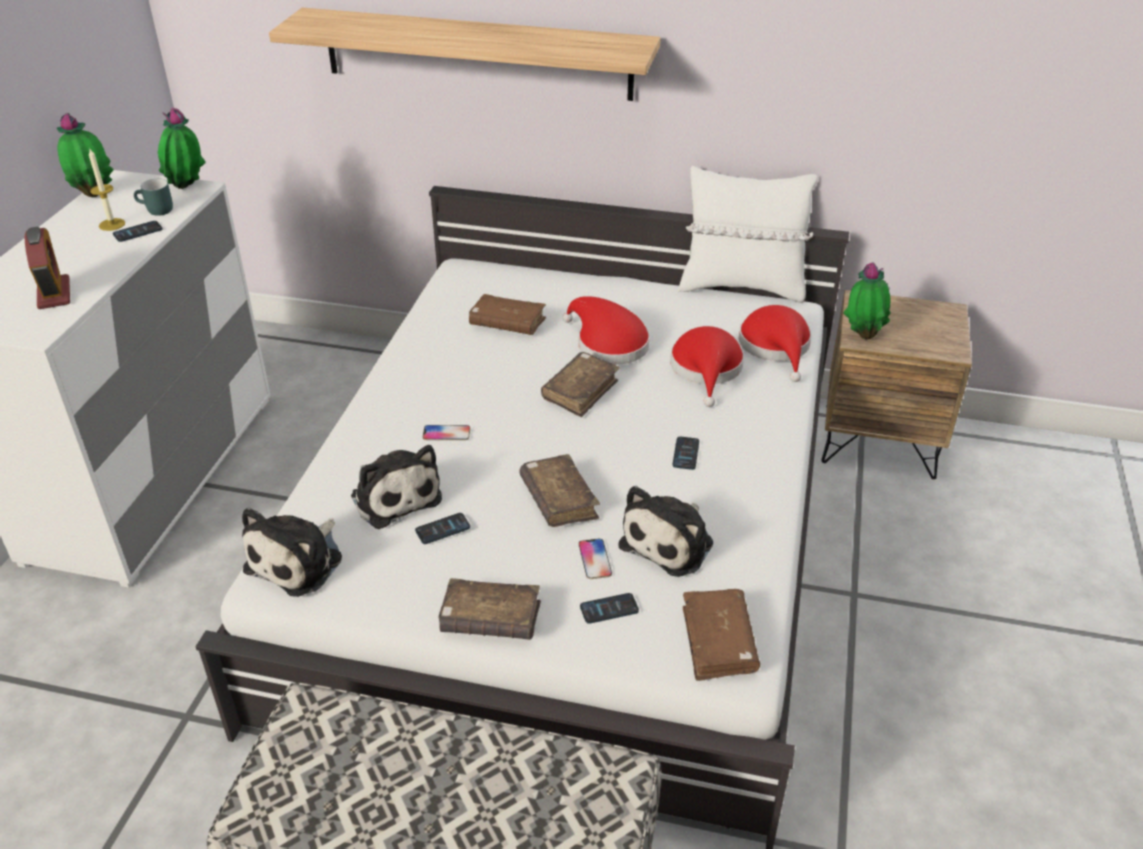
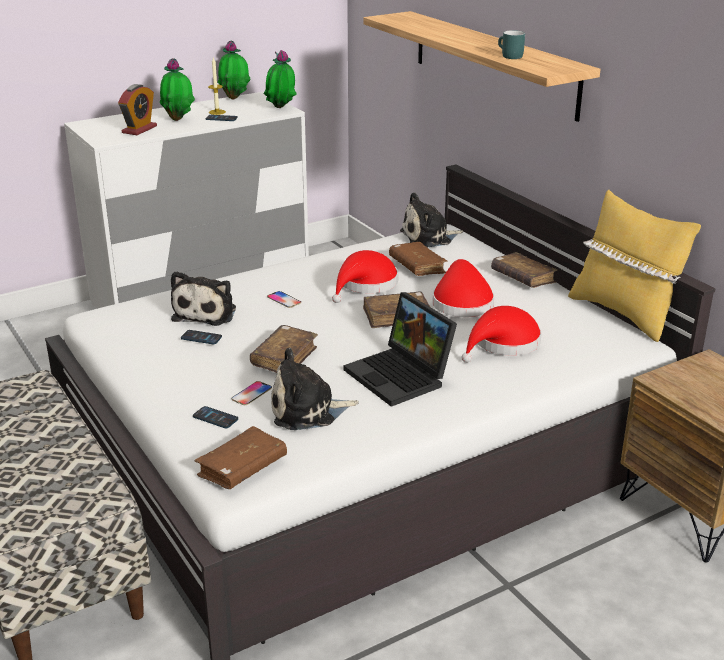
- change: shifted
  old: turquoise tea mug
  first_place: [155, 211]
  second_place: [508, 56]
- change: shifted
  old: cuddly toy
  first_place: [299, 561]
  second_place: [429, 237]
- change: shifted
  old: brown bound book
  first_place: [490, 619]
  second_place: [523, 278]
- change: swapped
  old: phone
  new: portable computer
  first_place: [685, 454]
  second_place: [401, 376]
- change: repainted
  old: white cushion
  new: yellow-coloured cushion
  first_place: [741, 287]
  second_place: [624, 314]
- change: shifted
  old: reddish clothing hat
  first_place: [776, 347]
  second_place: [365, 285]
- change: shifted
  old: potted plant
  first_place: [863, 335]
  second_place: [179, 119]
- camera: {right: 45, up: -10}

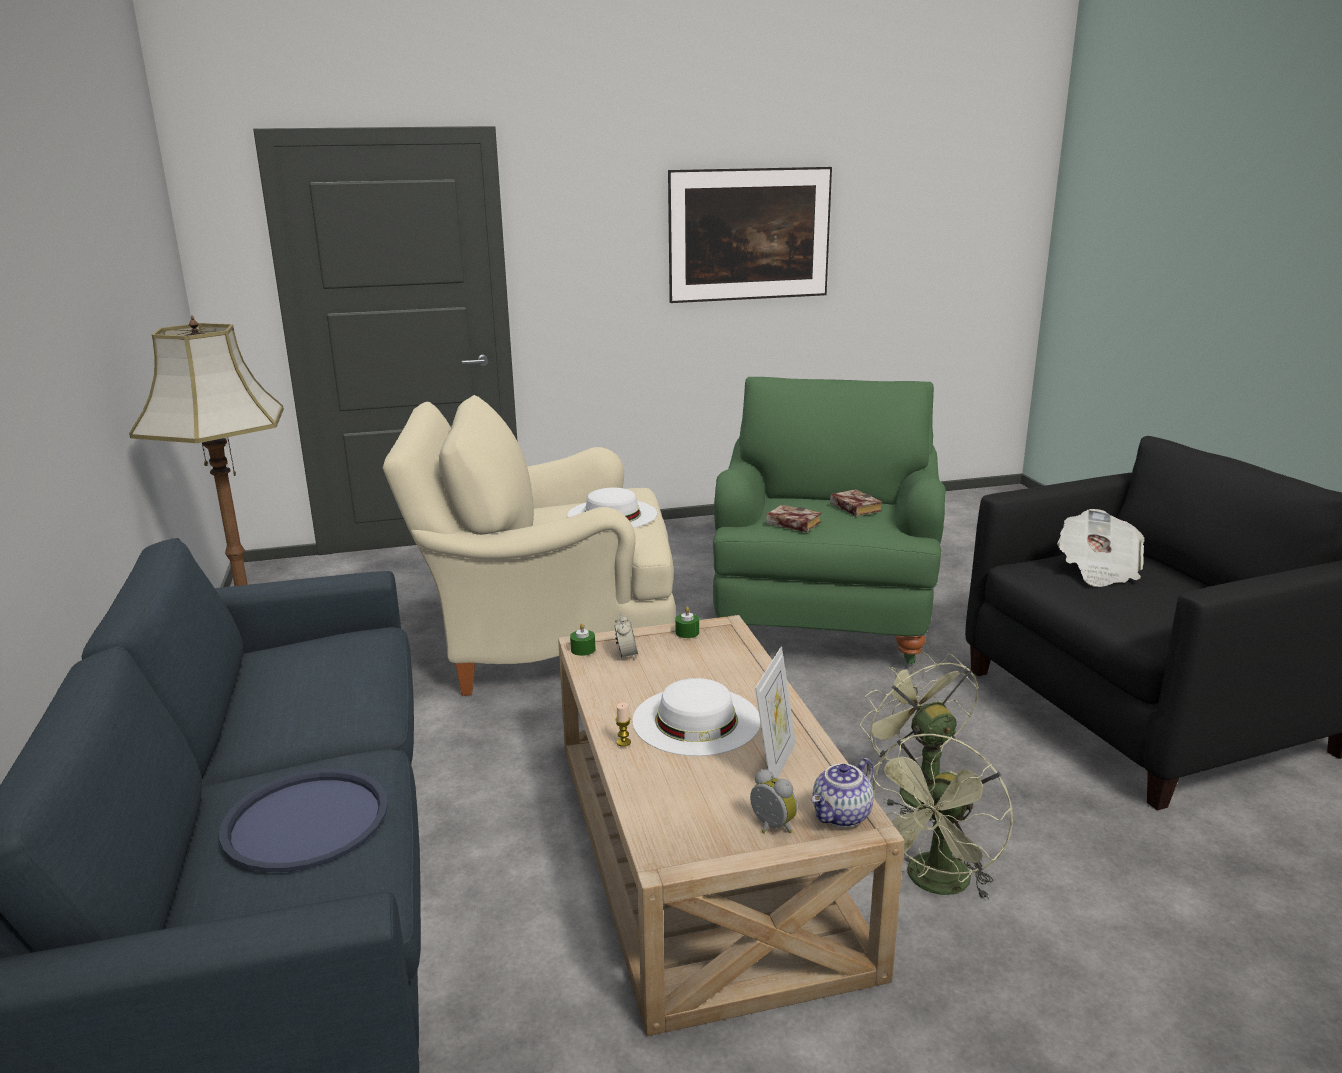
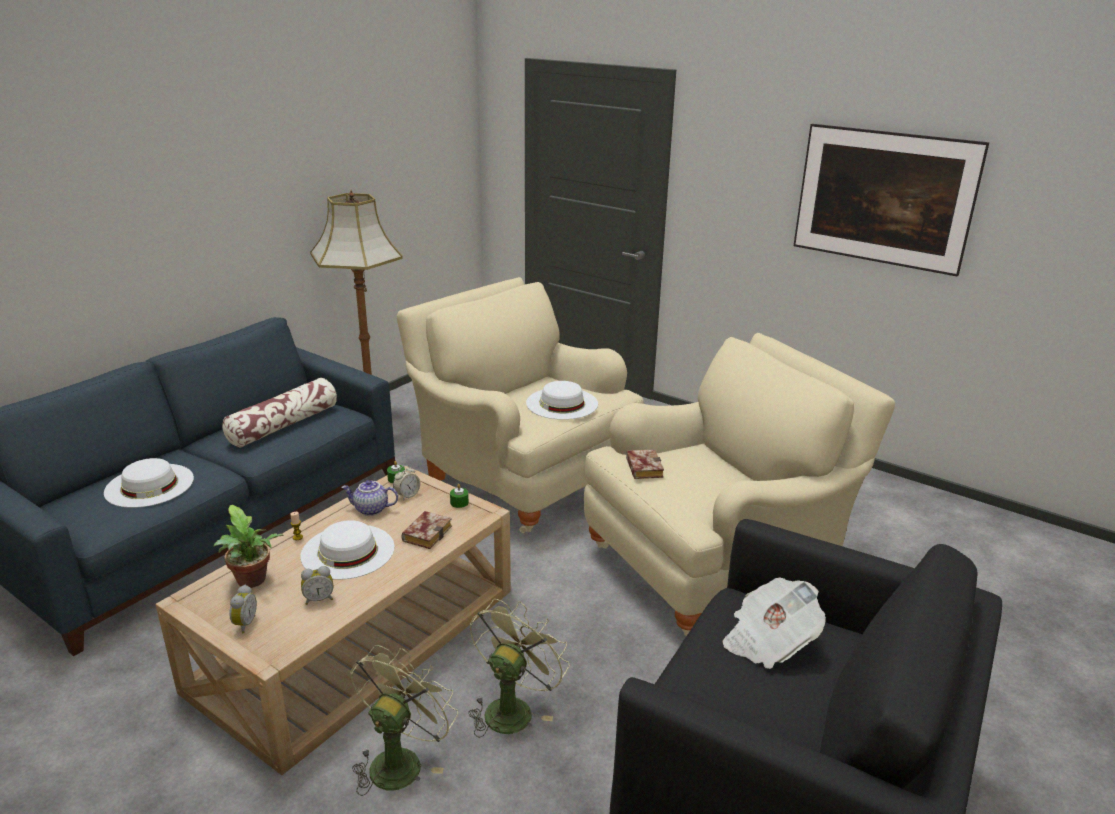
- change: swapped
  old: blue-coloured serving tray
  new: white clothing hat
  first_place: [305, 821]
  second_place: [149, 485]
- change: repainted
  old: green-coloured lounge chair
  new: beige lounge chair
  first_place: [824, 615]
  second_place: [716, 564]
- change: swapped
  old: photo frame
  new: table clock
  first_place: [775, 764]
  second_place: [319, 599]
- change: shifted
  old: teapot
  first_place: [842, 816]
  second_place: [370, 510]
- change: shifted
  old: bound book
  first_place: [853, 507]
  second_place: [427, 533]
- change: rotated
  old: green-coloured electric fan
  first_place: [935, 885]
  second_place: [400, 760]
  degrees: 120
- change: new
  new: potted plant
  second_place: [252, 582]
- change: new
  new: cushion
  second_place: [284, 425]
- camera: {right: 50, up: 5}

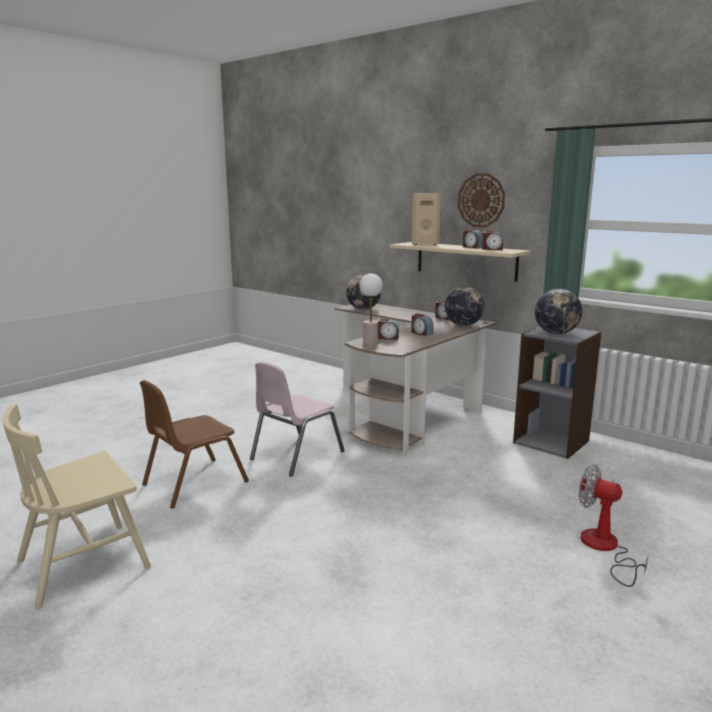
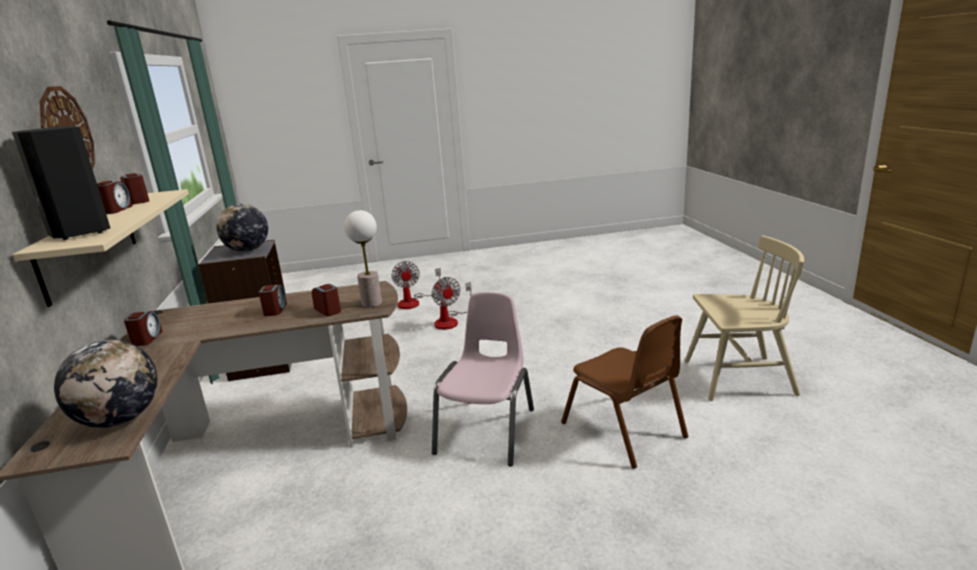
- change: rotated
  old: brown upright chair
  first_place: [194, 483]
  second_place: [623, 430]
  degrees: 60
- change: rotated
  old: pinkish upright chair
  first_place: [296, 455]
  second_place: [487, 431]
  degrees: -60
- change: repainted
  old: beige audio speaker
  new: blackish audio speaker
  first_place: [425, 244]
  second_place: [79, 233]
- change: gone
  old: desk globe
  first_place: [463, 325]
- change: new
  new: electric fan
  second_place: [450, 320]
- camera: {right: -140, up: 5}

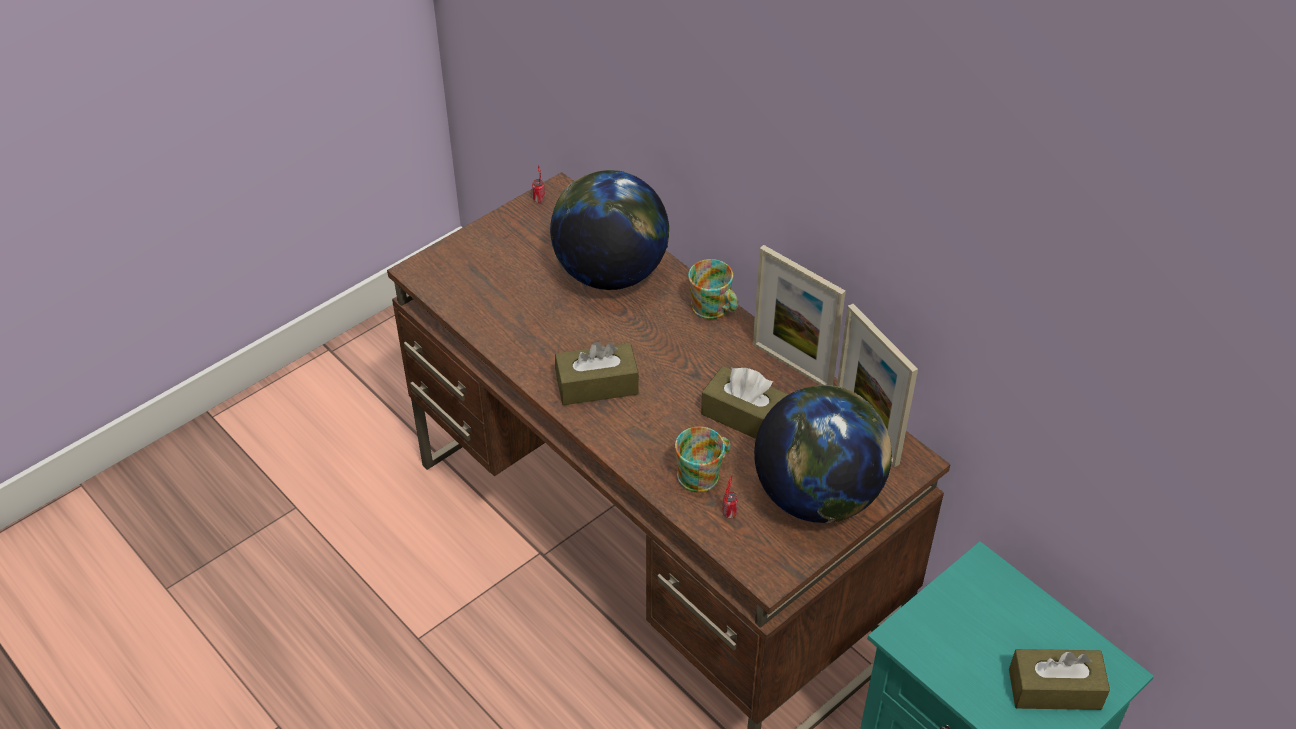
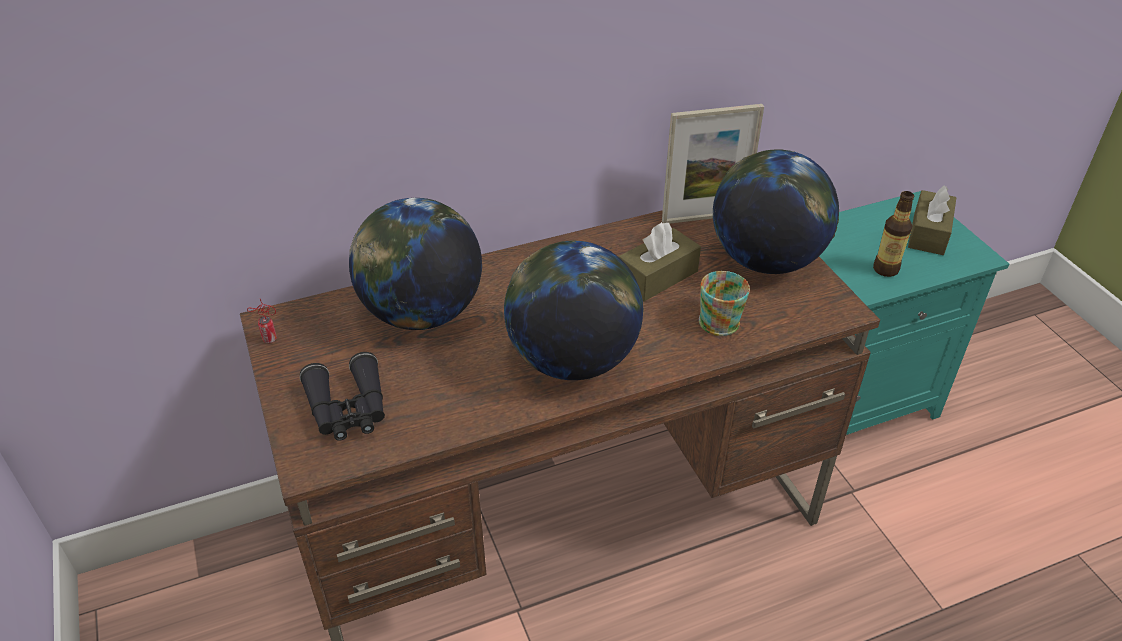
- change: swapped
  old: brown tissue box
  new: desk globe
  first_place: [597, 385]
  second_place: [572, 360]
- change: gone
  old: tea mug
  first_place: [714, 309]
- change: gone
  old: can
  first_place: [729, 515]
- change: gone
  old: photo frame
  first_place: [792, 365]
- change: new
  new: blackish binoculars
  second_place: [348, 409]
- change: new
  new: bottle
  second_place: [886, 269]
- camera: {right: -70, up: -5}

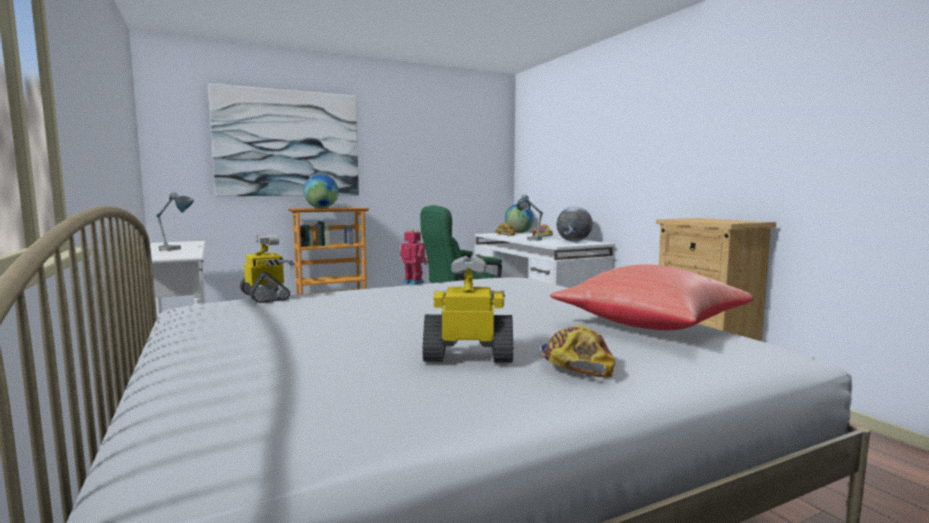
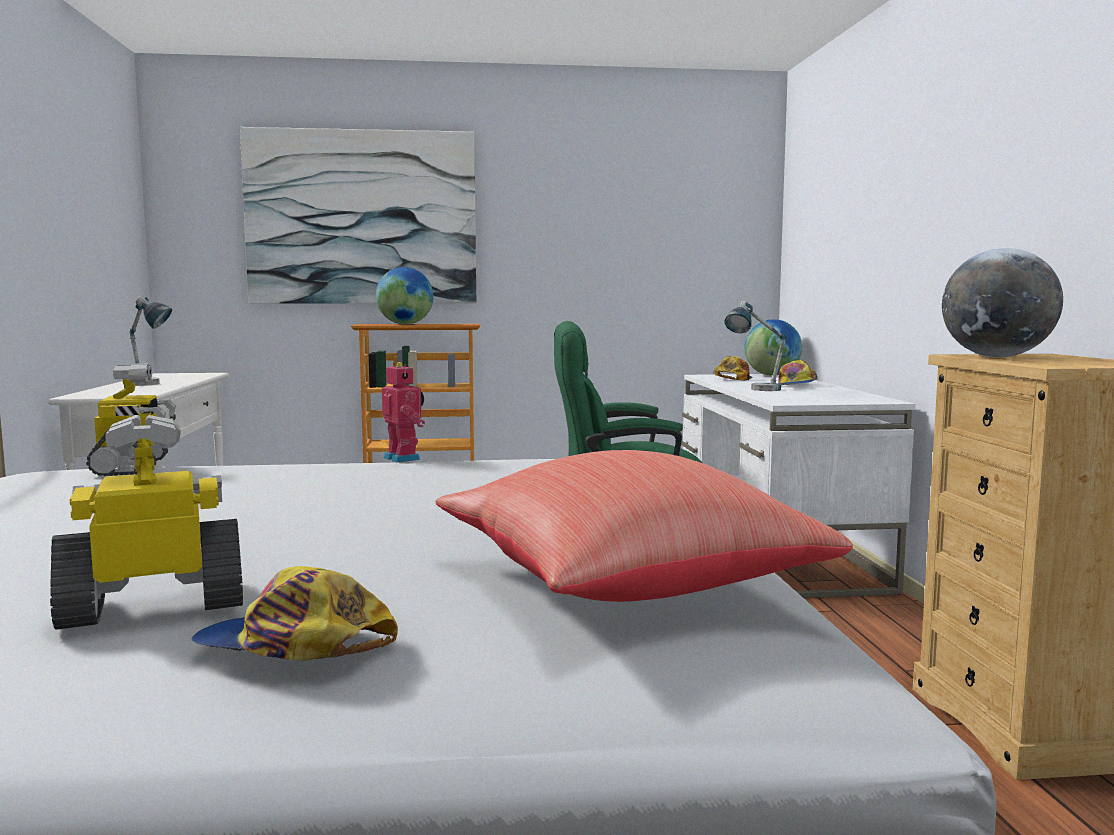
- change: rotated
  old: robot figure
  first_place: [469, 356]
  second_place: [155, 605]
  degrees: -45
- change: rotated
  old: baseball cap
  first_place: [575, 363]
  second_place: [293, 647]
  degrees: -90
- change: shifted
  old: desk globe
  first_place: [573, 241]
  second_place: [996, 357]
- camera: {right: 20, up: 0}

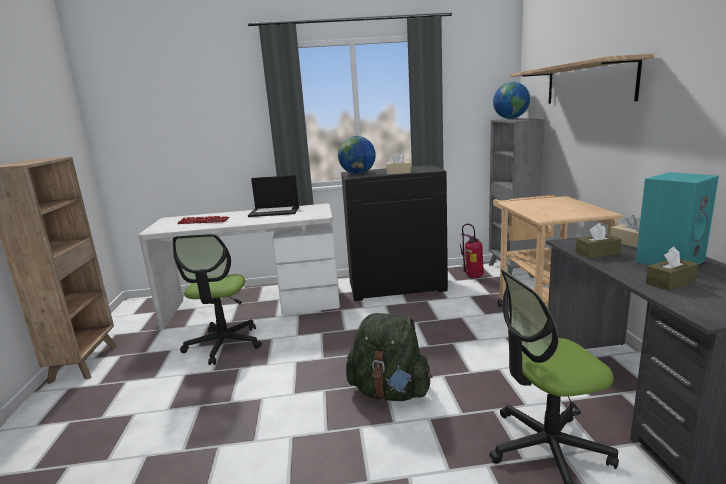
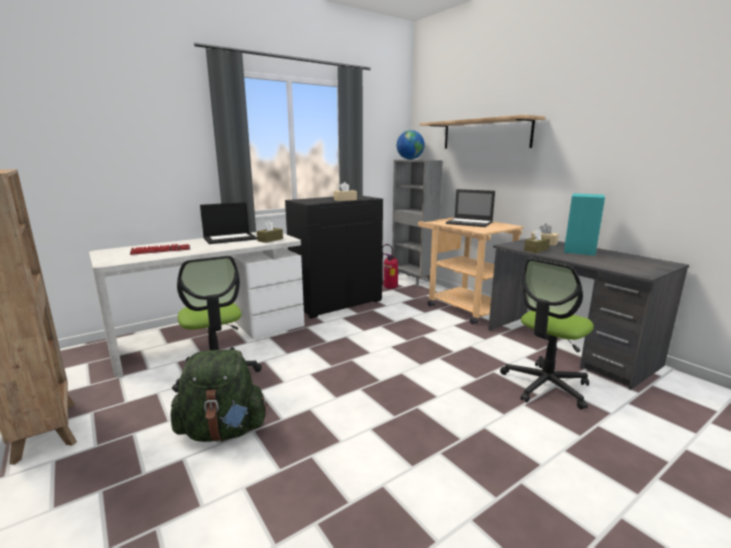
- change: gone
  old: desk globe
  first_place: [358, 174]
- change: shifted
  old: green-coloured rucksack
  first_place: [390, 392]
  second_place: [223, 431]
- change: shifted
  old: brown tissue box
  first_place: [670, 282]
  second_place: [270, 240]
- change: new
  new: portable computer
  second_place: [470, 223]
- camera: {right: -30, up: 0}

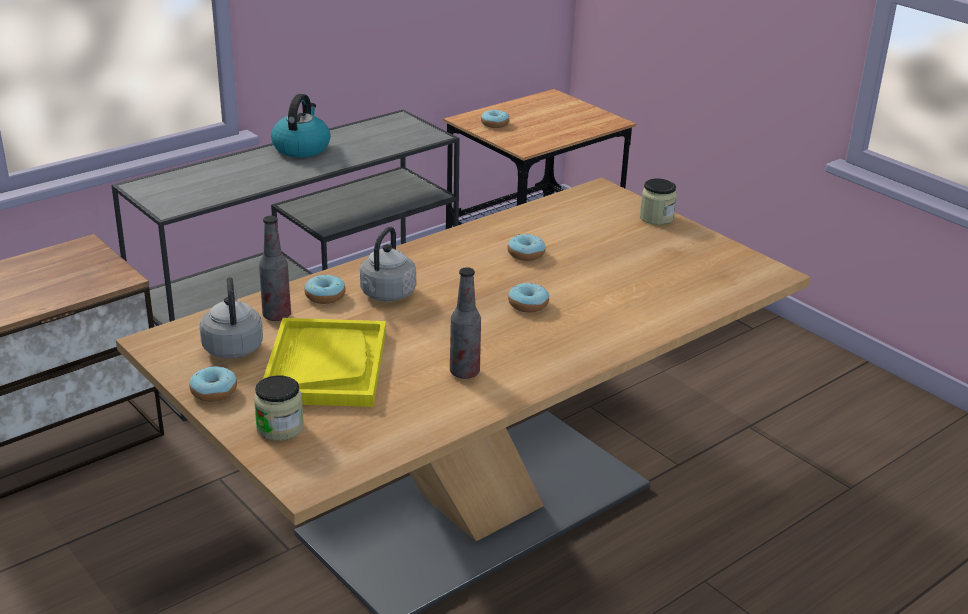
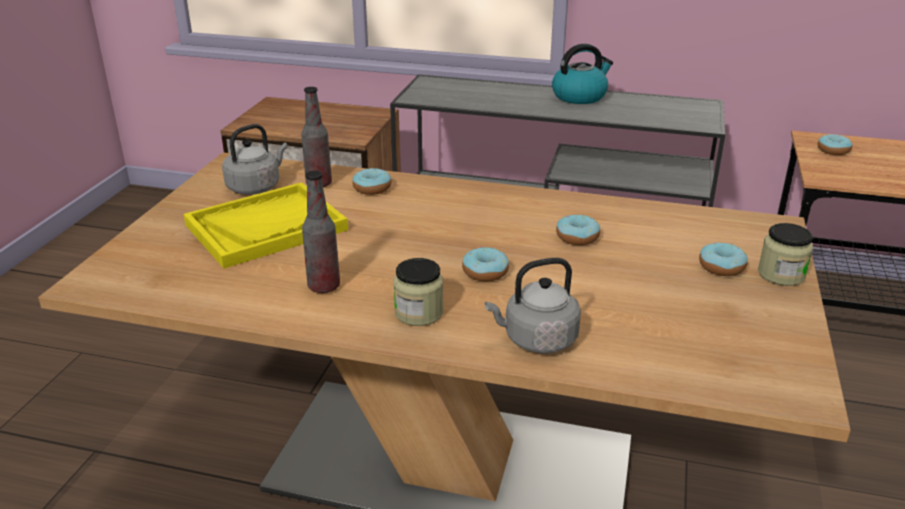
- change: shifted
  old: doughnut
  first_place: [214, 391]
  second_place: [721, 267]
- change: shifted
  old: storage jar
  first_place: [280, 427]
  second_place: [419, 313]
- change: shifted
  old: gray kettle
  first_place: [386, 295]
  second_place: [536, 340]
- camera: {right: 55, up: 0}

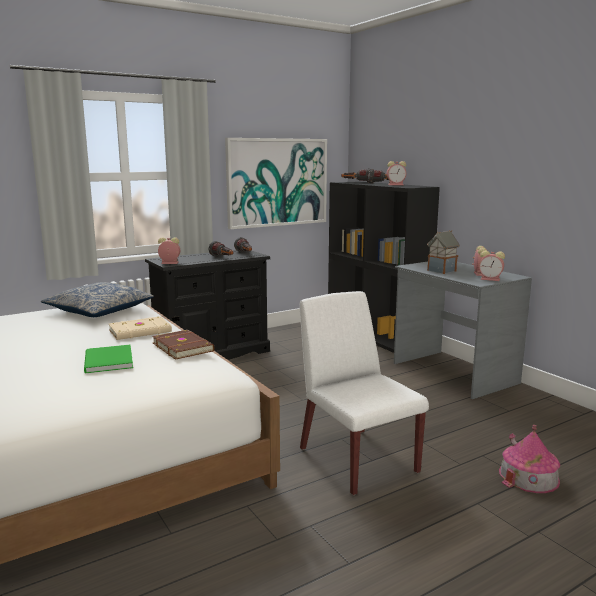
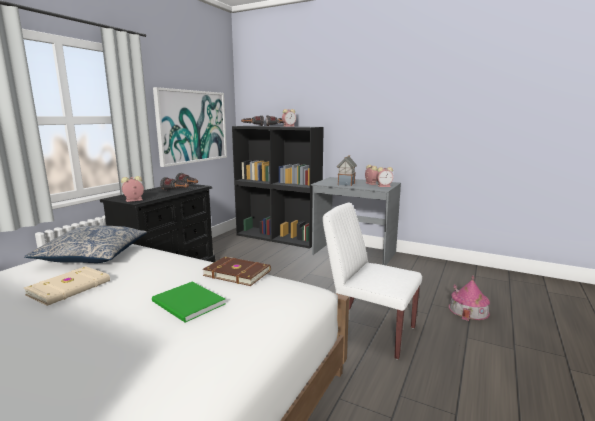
- change: shifted
  old: beige bound book
  first_place: [140, 331]
  second_place: [70, 288]
- camera: {right: -30, up: 0}

